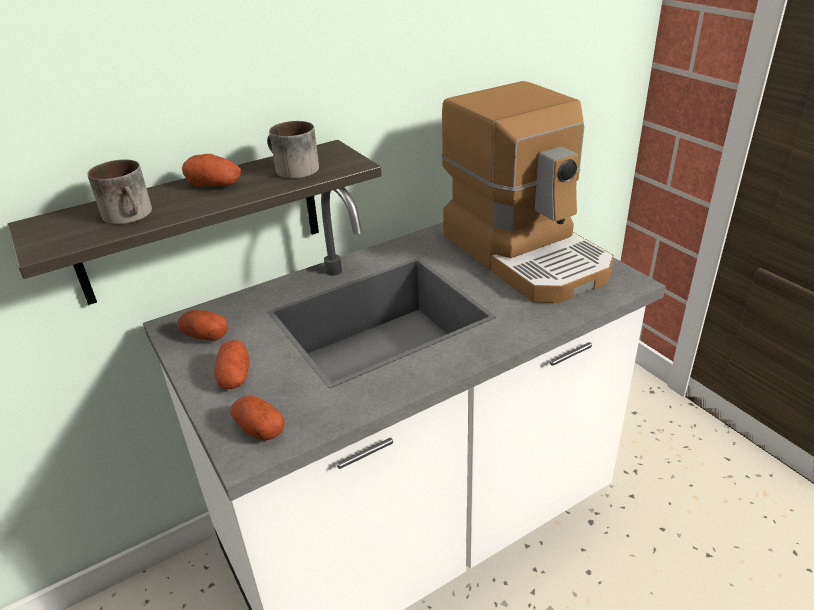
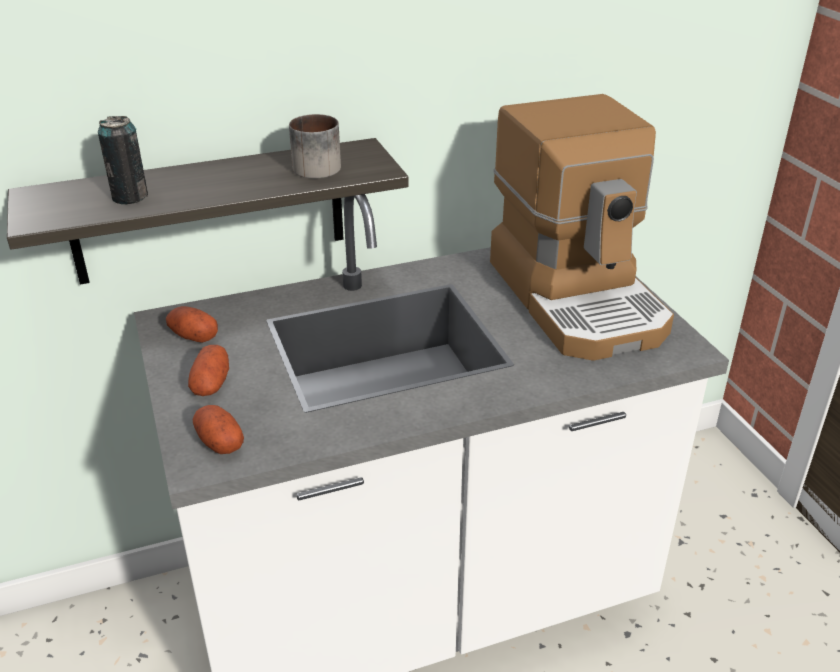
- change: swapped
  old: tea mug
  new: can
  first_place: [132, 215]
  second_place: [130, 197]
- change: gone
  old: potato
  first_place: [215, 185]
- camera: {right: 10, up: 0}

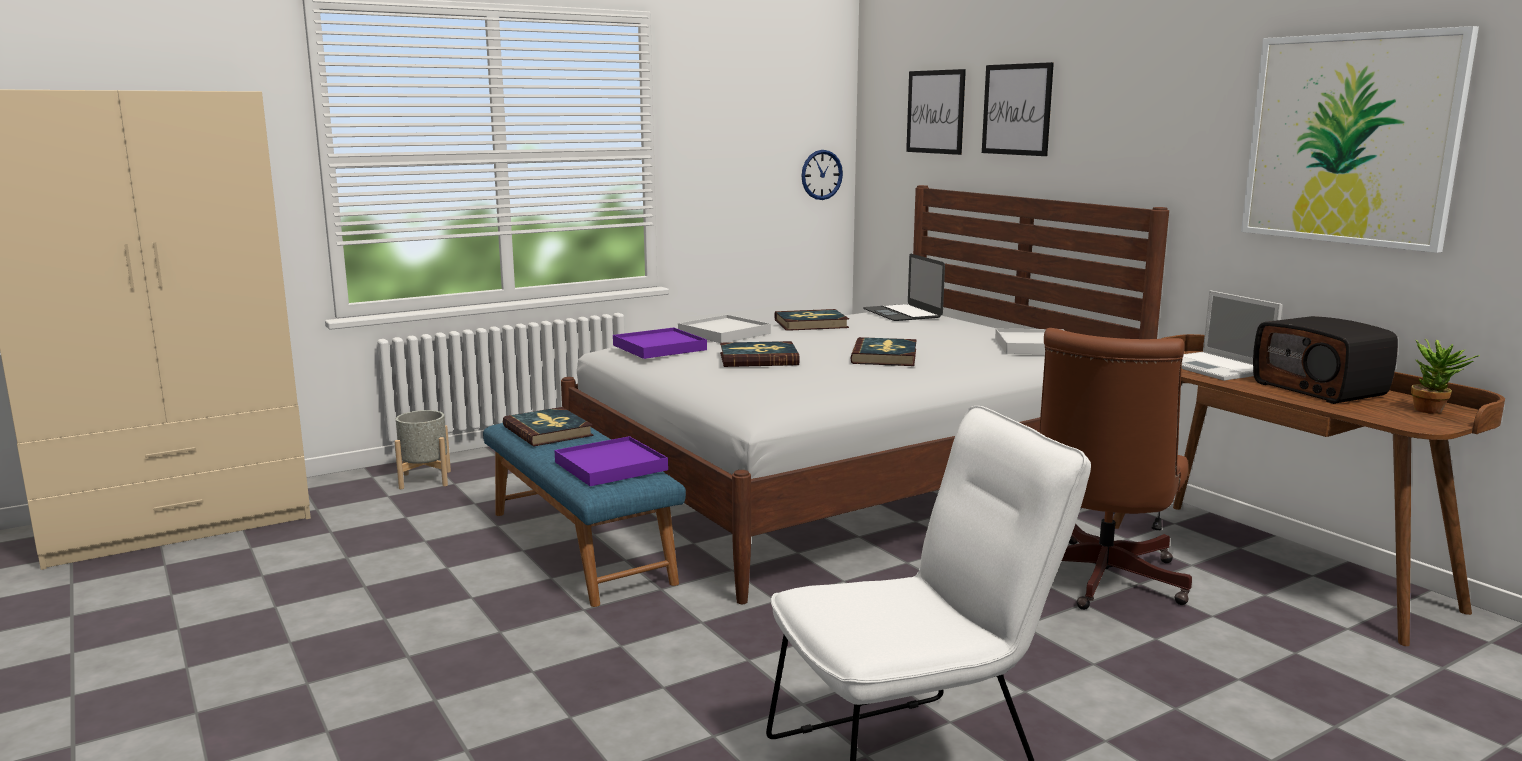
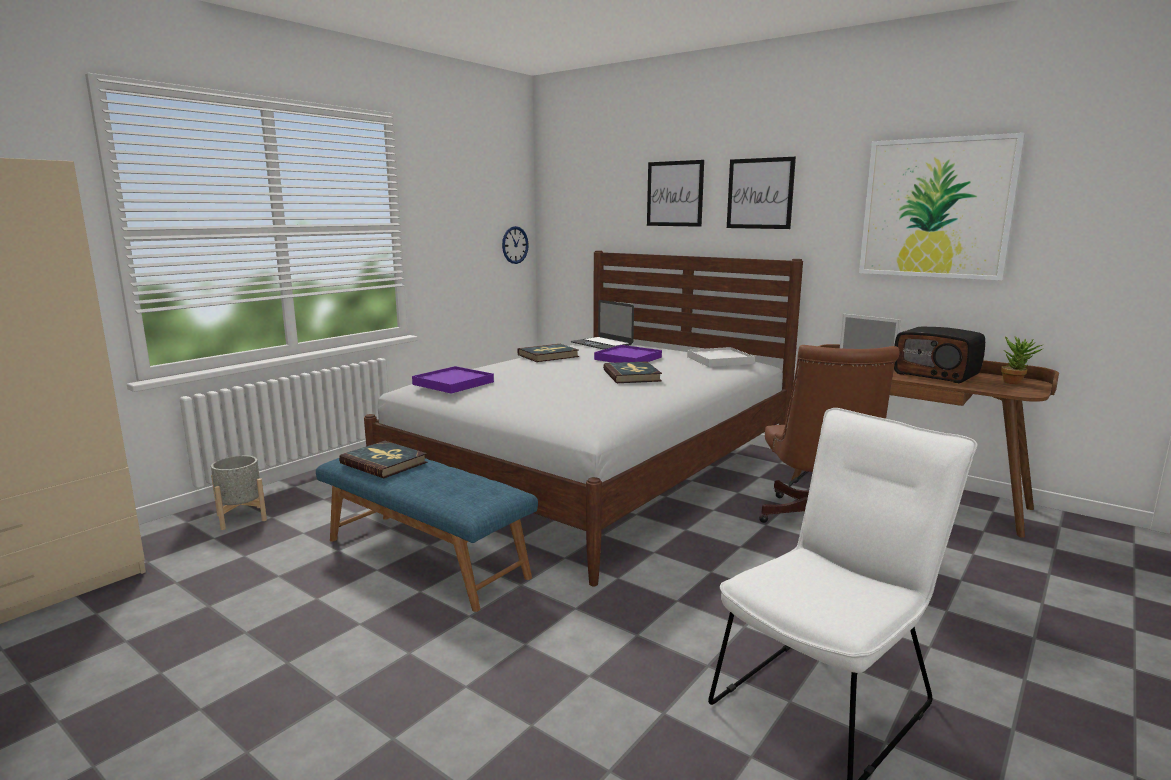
- change: shifted
  old: purple-coloured serving tray
  first_place: [611, 466]
  second_place: [628, 358]
- change: gone
  old: white serving tray
  first_place: [724, 333]
- change: gone
  old: bound book
  first_place: [758, 359]
- change: shifted
  old: wall art
  first_place: [935, 112]
  second_place: [760, 193]
- camera: {right: -20, up: 0}

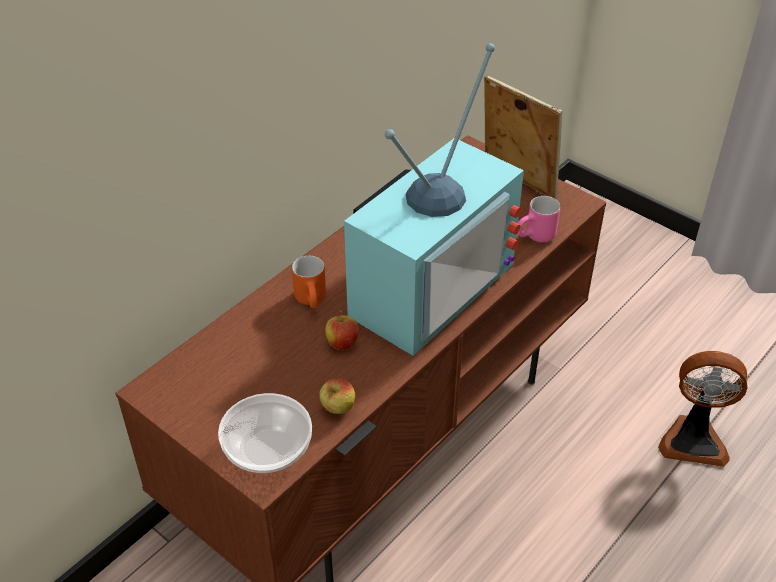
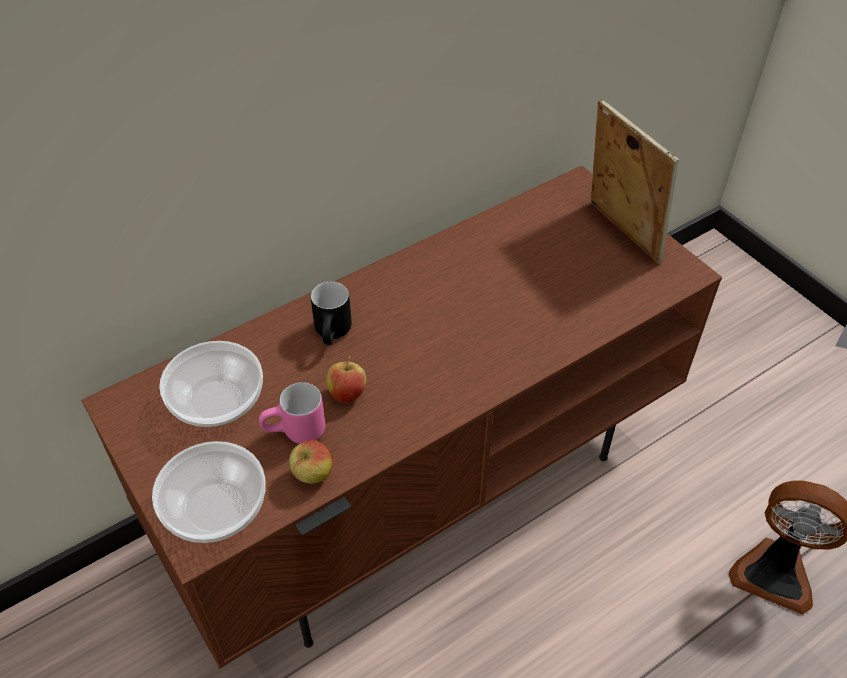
- change: repainted
  old: orange tea mug
  new: blackish tea mug
  first_place: [313, 301]
  second_place: [335, 334]
- change: gone
  old: television
  first_place: [426, 284]
- change: shifted
  old: pinkish tea mug
  first_place: [536, 238]
  second_place: [296, 434]
- change: new
  new: serving bowl
  second_place: [219, 400]
- camera: {right: 15, up: 5}

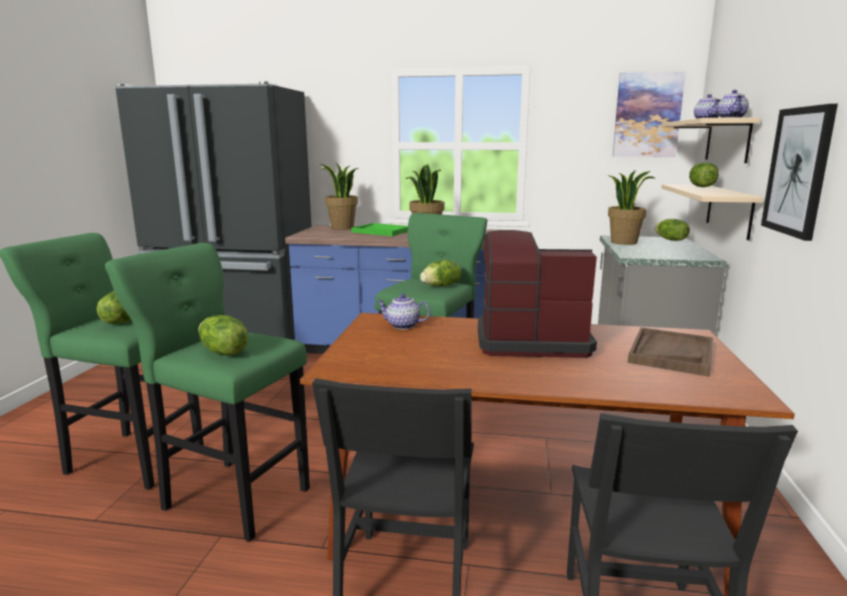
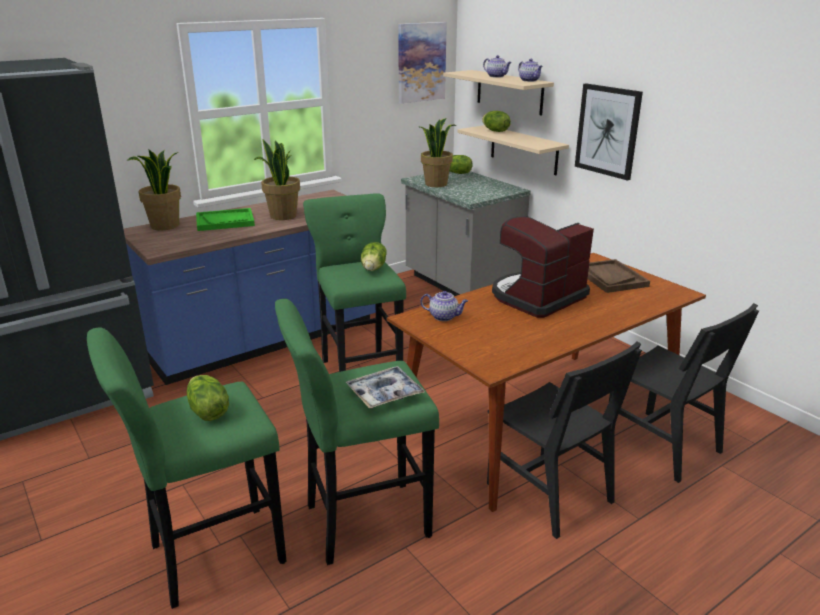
- change: swapped
  old: head of lettuce
  new: serving tray
  first_place: [223, 352]
  second_place: [384, 394]
- change: rotated
  old: teapot
  first_place: [402, 326]
  second_place: [444, 317]
  degrees: -135
- camera: {right: -45, up: 10}

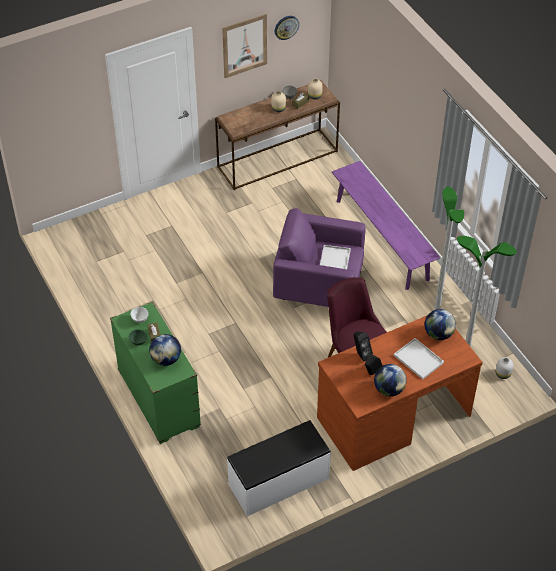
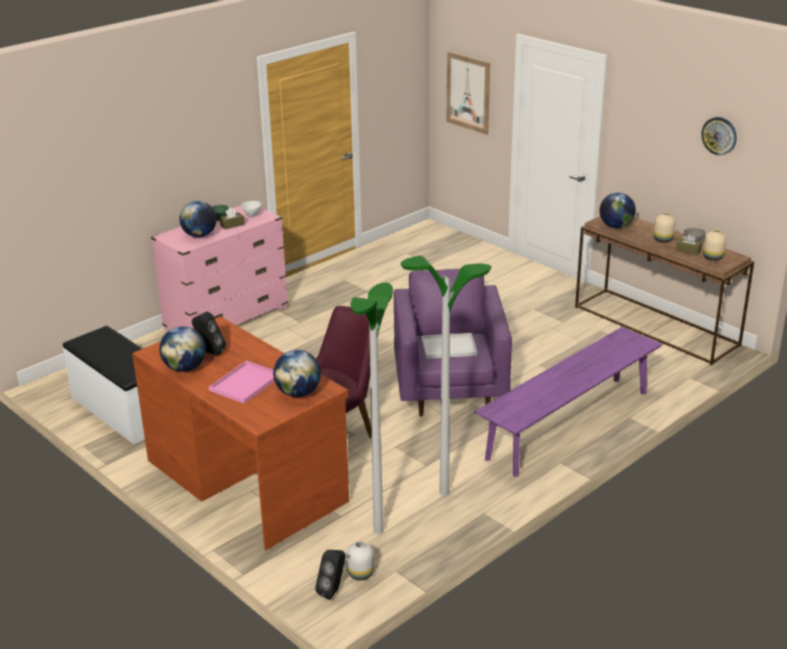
- change: repainted
  old: green-coloured drawer chest
  new: pinkish drawer chest
  first_place: [159, 399]
  second_place: [226, 319]
- change: shifted
  old: wall art
  first_place: [244, 46]
  second_place: [468, 93]
- change: shifted
  old: blackish audio speaker
  first_place: [361, 354]
  second_place: [333, 591]
- change: repainted
  old: white serving tray
  new: pinkish serving tray
  first_place: [417, 359]
  second_place: [245, 382]
- change: new
  new: desk globe
  second_place: [616, 226]
- camera: {right: 75, up: -20}

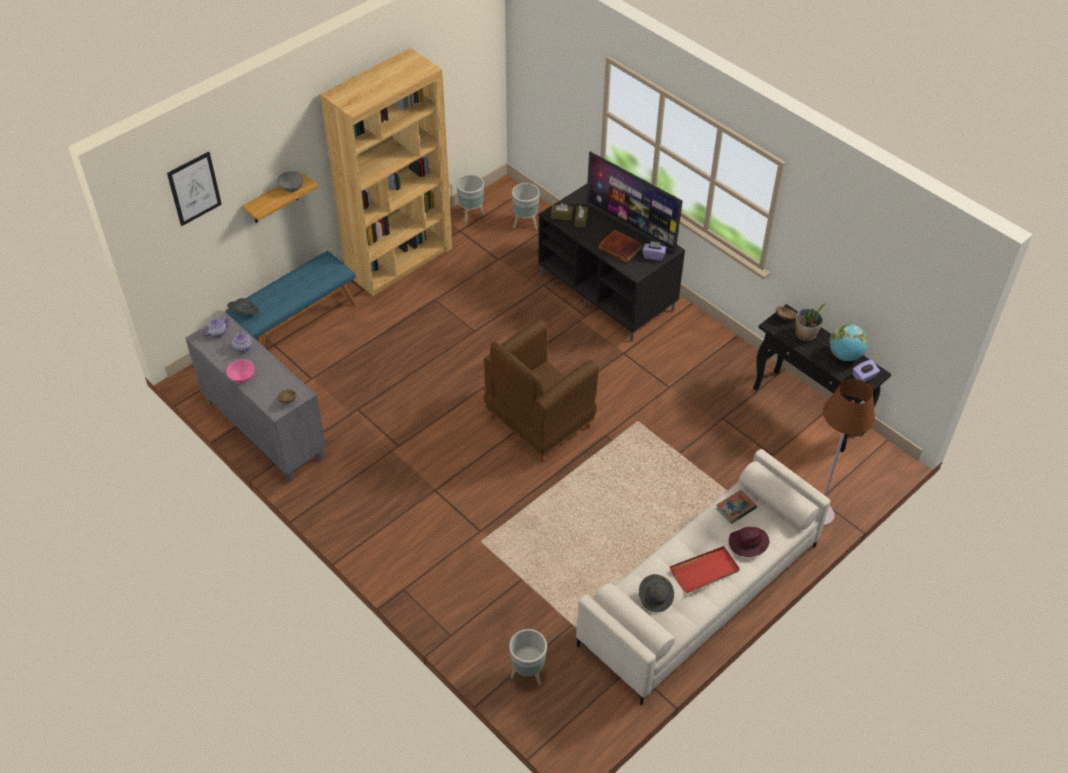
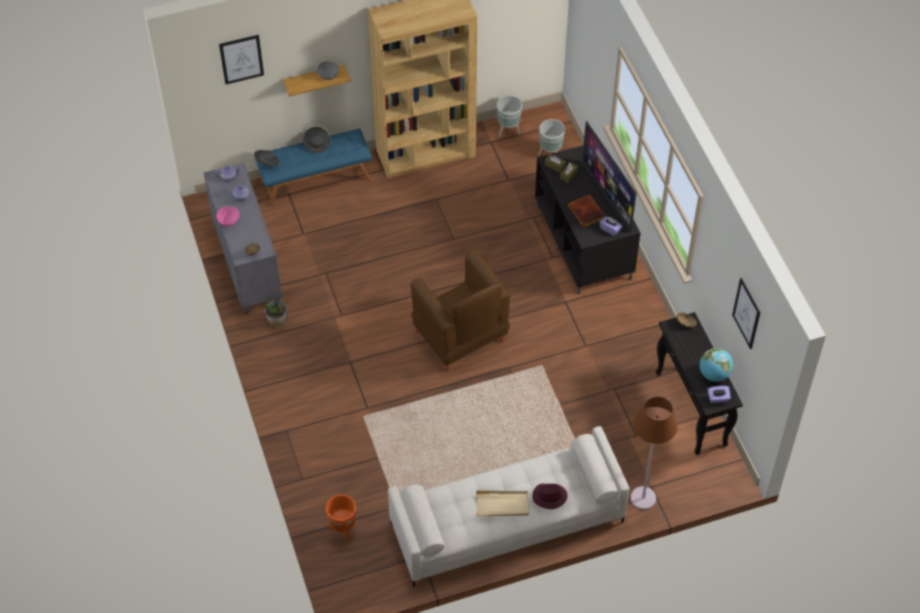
- change: rotated
  old: brown lounge chair
  first_place: [538, 424]
  second_place: [460, 337]
  degrees: -105
- change: repainted
  old: gray plant pot
  new: orange plant pot
  first_place: [528, 673]
  second_place: [343, 529]
- change: shifted
  old: gray clothing hat
  first_place: [656, 598]
  second_place: [317, 144]
- change: repainted
  old: reddish serving tray
  new: beige serving tray
  first_place: [705, 571]
  second_place: [502, 505]
- change: gone
  old: bound book
  first_place: [735, 508]
- change: shifted
  old: potted plant
  first_place: [805, 334]
  second_place: [277, 321]
- change: new
  new: wall art
  second_place: [746, 313]
- camera: {right: 25, up: 5}

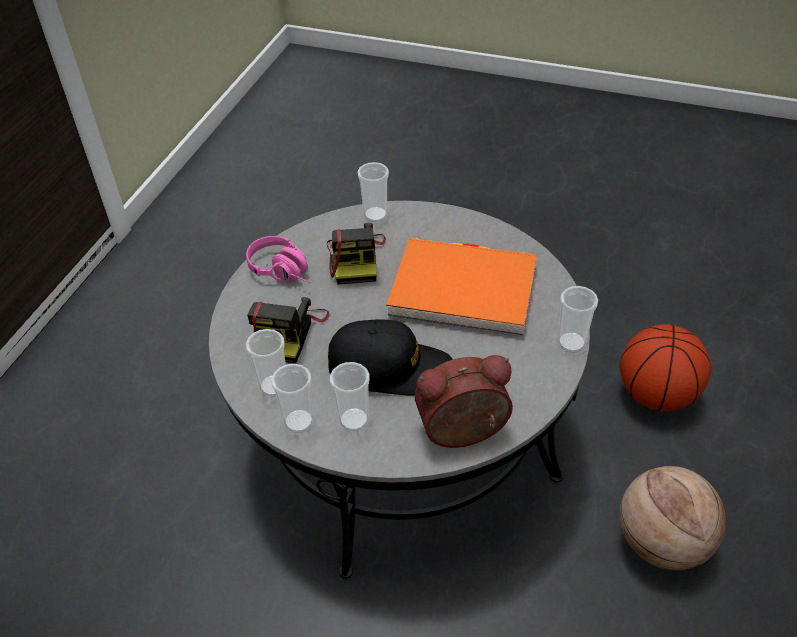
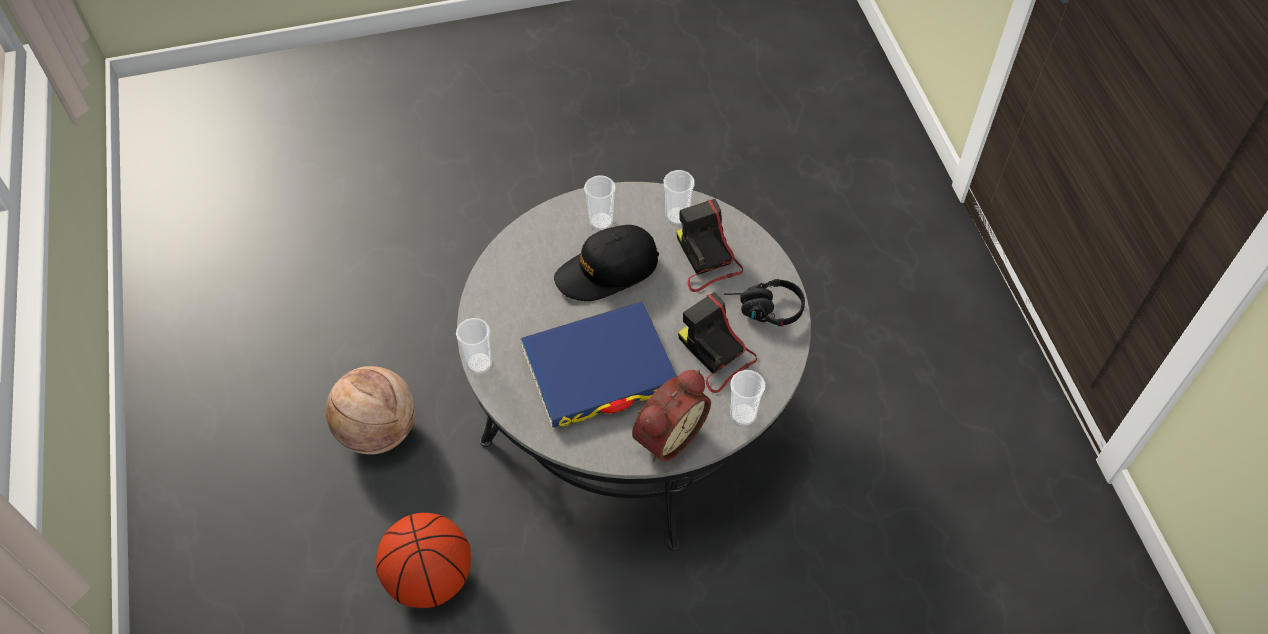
- change: repainted
  old: pinkish headset
  new: blackish headset
  first_place: [285, 271]
  second_place: [763, 310]
- change: gone
  old: small cup
  first_place: [299, 421]
- change: repainted
  old: orange bound book
  new: blue-coloured bound book
  first_place: [463, 291]
  second_place: [599, 369]
- change: shifted
  old: table clock
  first_place: [463, 434]
  second_place: [666, 434]
- camera: {right: 145, up: 10}

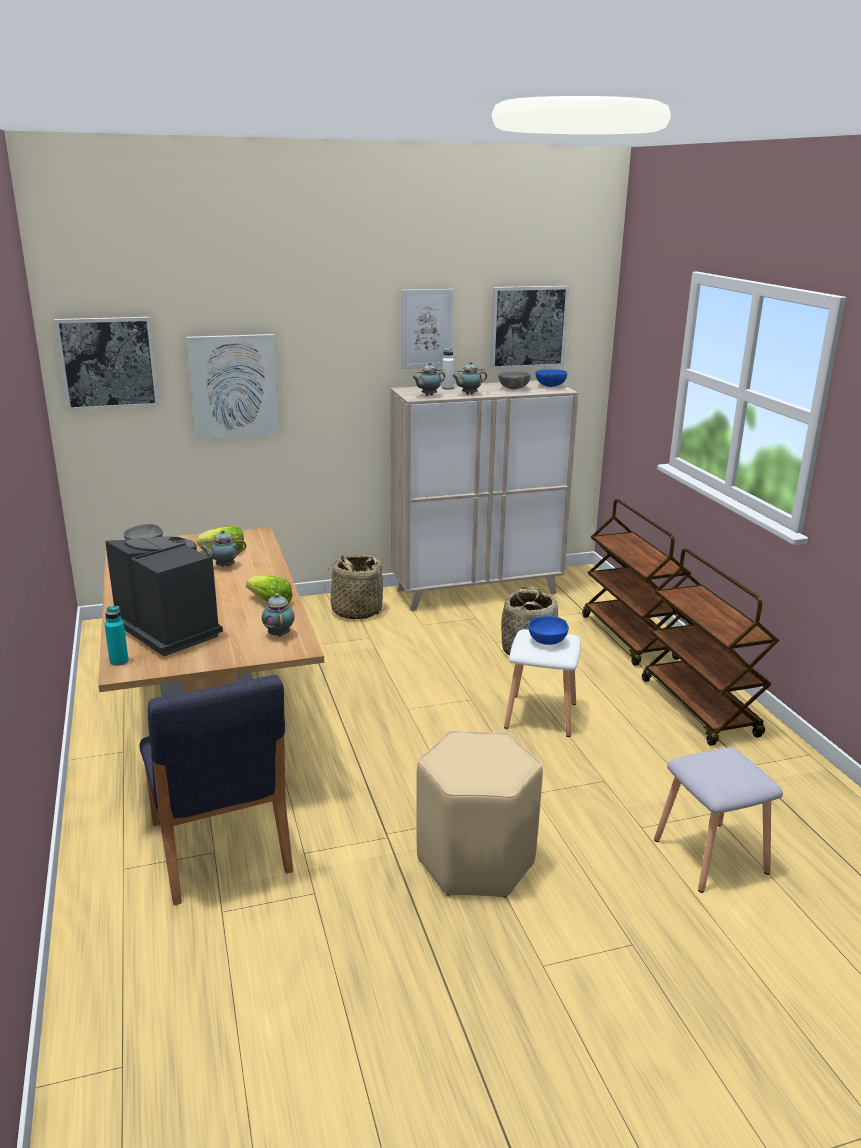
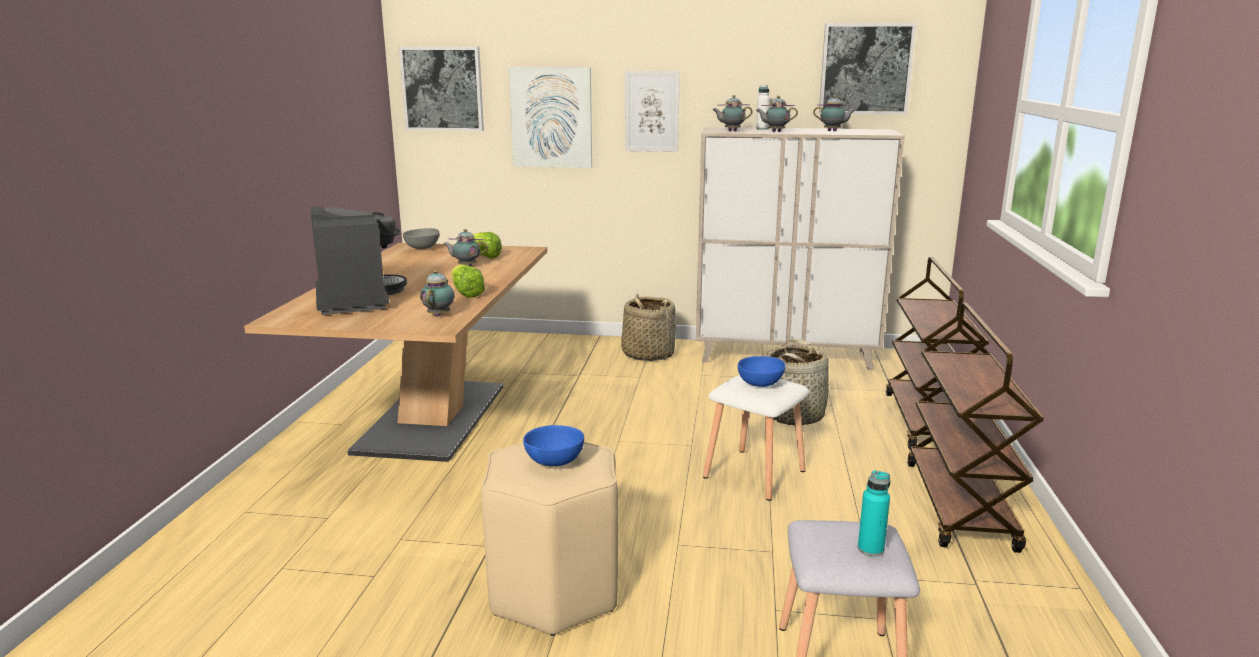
- change: shifted
  old: turquoise bottle
  first_place: [119, 661]
  second_place: [870, 549]
- change: gone
  old: blue-coloured upright chair
  first_place: [219, 848]
- change: shifted
  old: wall art
  first_place: [426, 328]
  second_place: [652, 111]
- change: swapped
  old: gray serving bowl
  new: teapot
  first_place: [513, 389]
  second_place: [833, 131]
- change: shifted
  old: blue-coloured serving bowl
  first_place: [550, 386]
  second_place: [552, 462]
- camera: {right: 25, up: -5}

